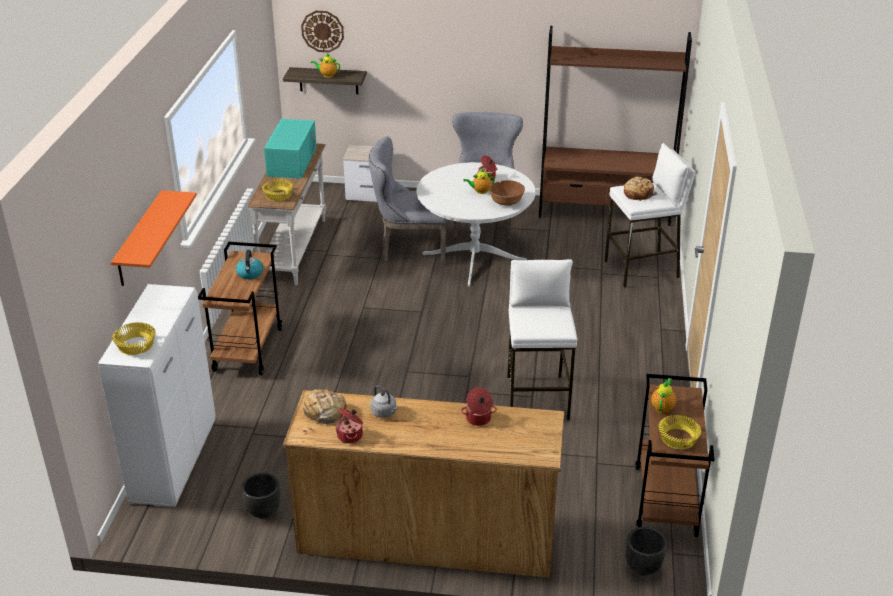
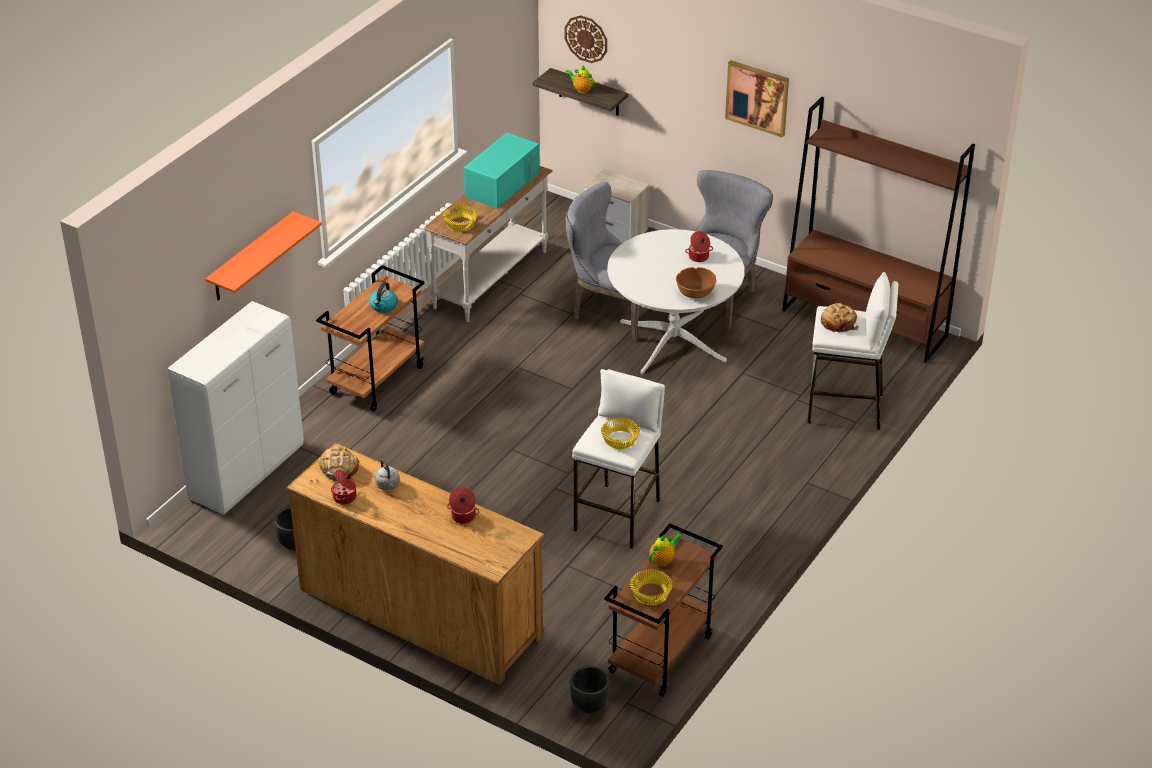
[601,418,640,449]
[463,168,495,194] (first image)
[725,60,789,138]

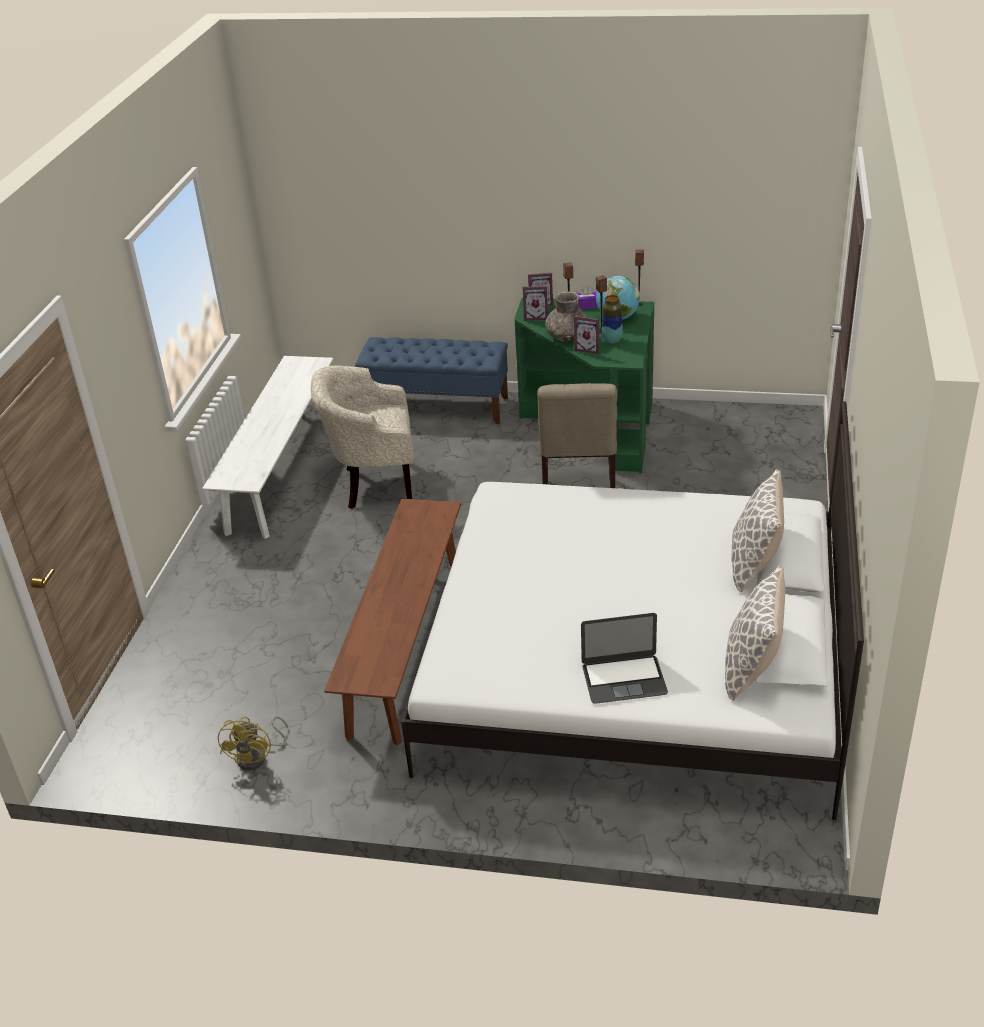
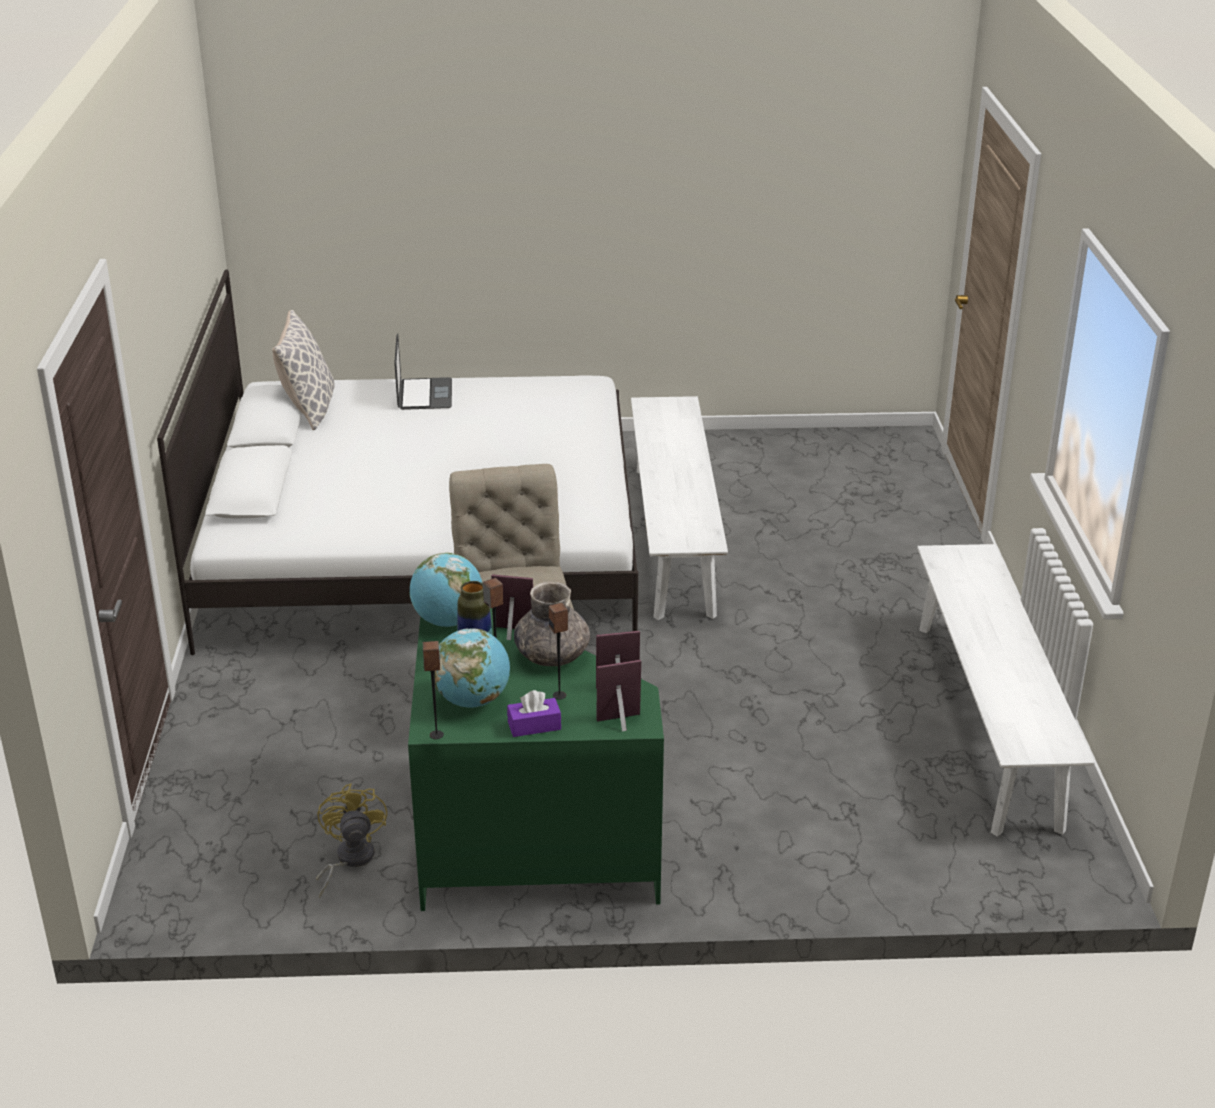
[316,784,387,898]
[311,366,413,509] (first image)
[631,396,728,620]
[355,337,508,424] (first image)
[394,334,452,410]
[731,469,784,592] (first image)
[409,553,482,627]

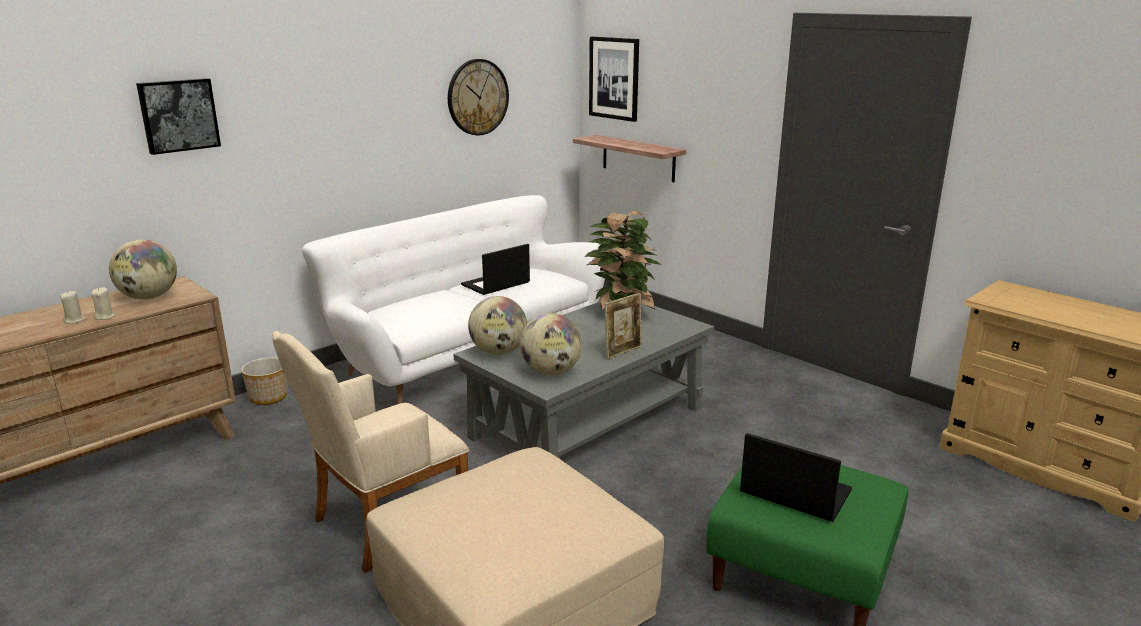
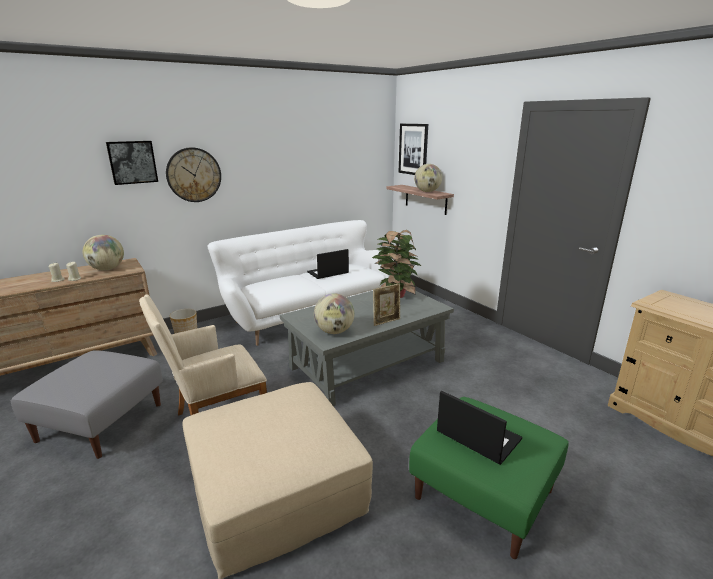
[166,147,221,202]
[414,164,442,192]
[11,350,163,459]

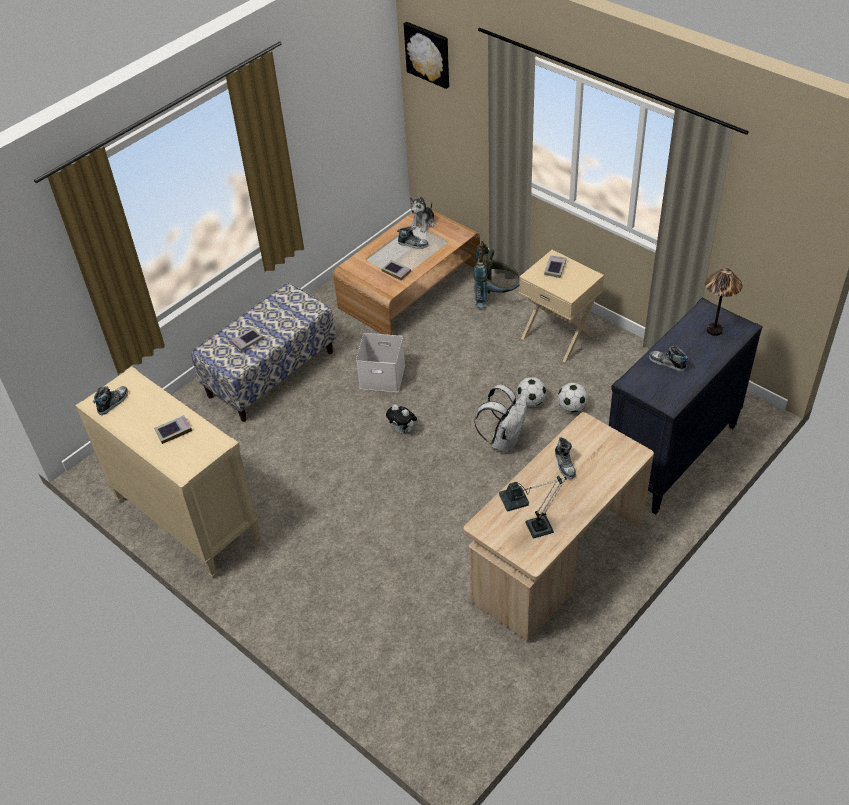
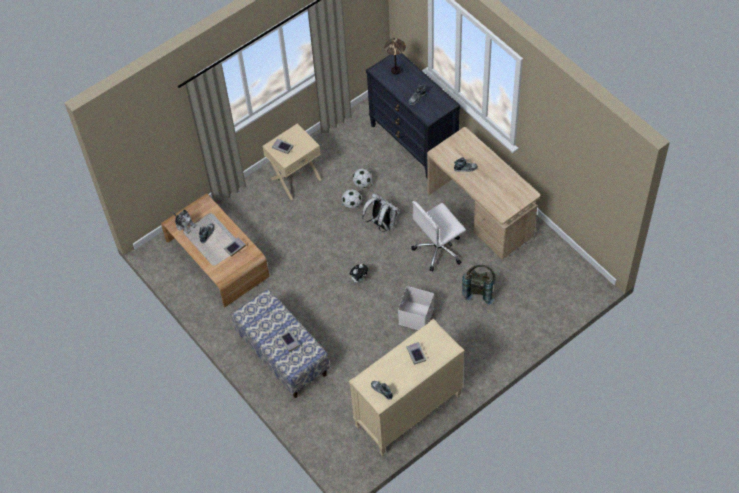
[398,286,434,330]
[404,22,449,89] (first image)
[462,265,495,305]
[499,476,567,538] (first image)
[411,201,466,271]

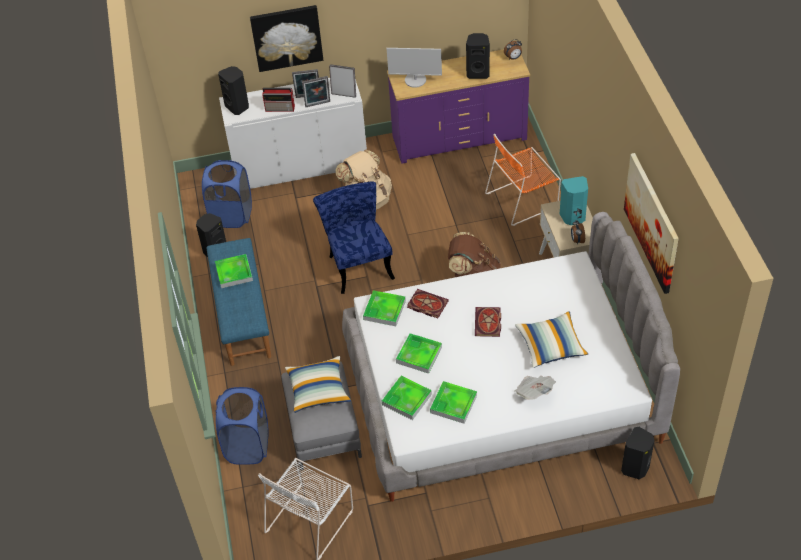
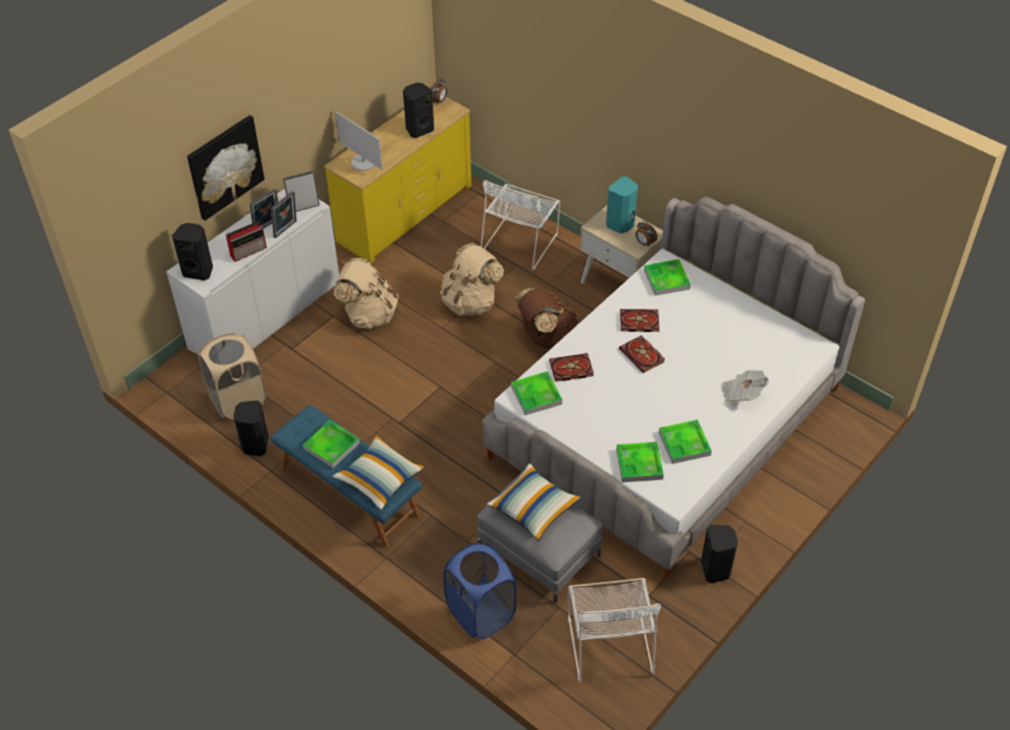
[198,333,266,419]
[313,181,395,294] (first image)
[335,111,383,171]
[324,97,472,263]
[644,259,691,296]
[481,180,560,270]
[332,435,425,510]
[701,525,738,583]
[624,153,679,294] (first image)
[440,243,504,316]
[620,309,659,332]

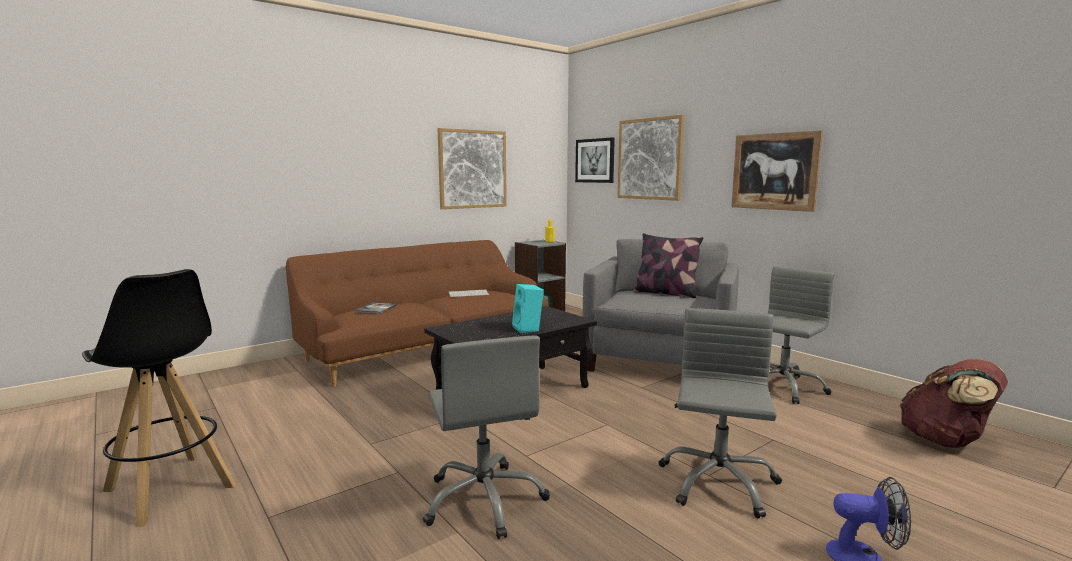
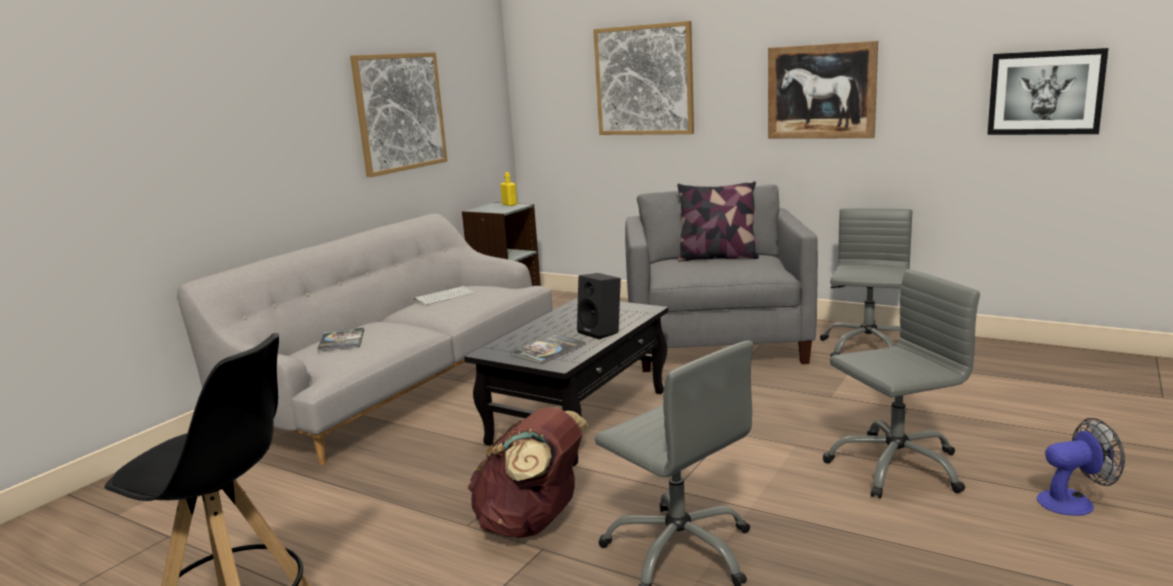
[177,214,553,465]
[577,273,621,339]
[987,48,1108,135]
[823,269,980,499]
[468,407,589,538]
[510,334,585,364]

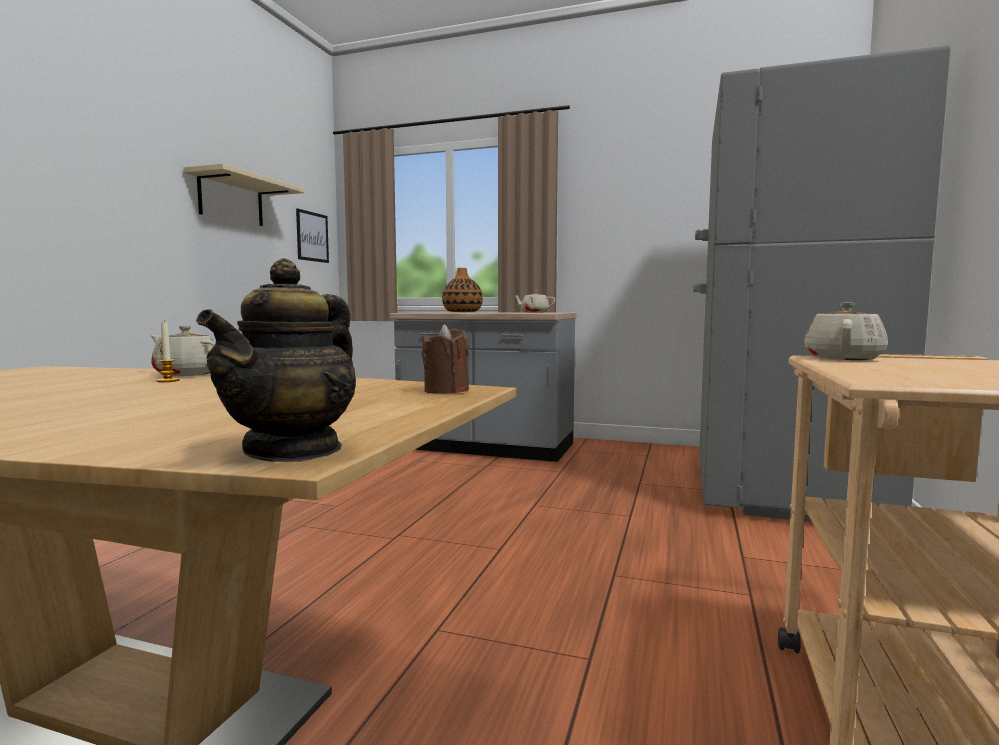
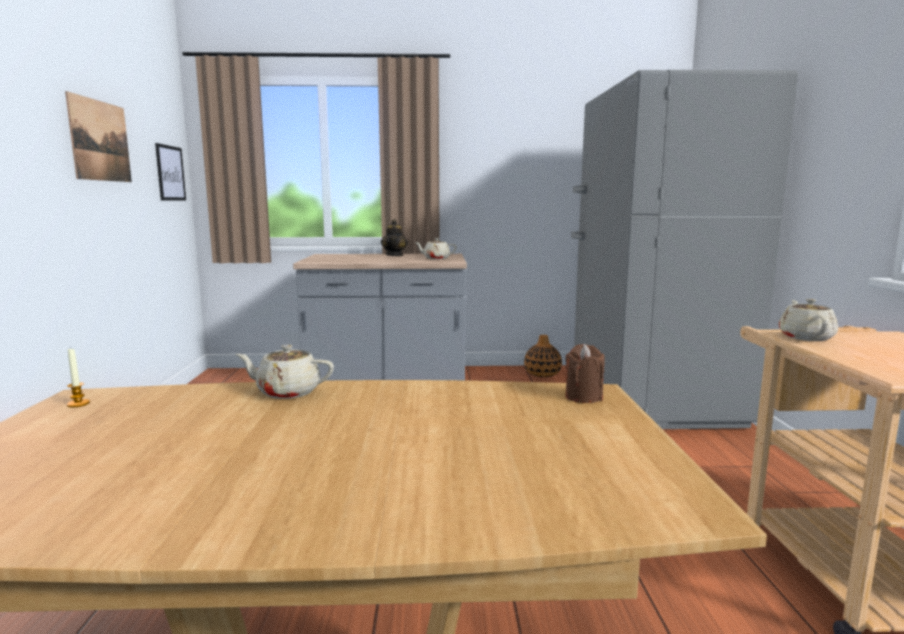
[66,349,90,408]
[65,91,132,182]
[381,219,408,256]
[524,335,562,377]

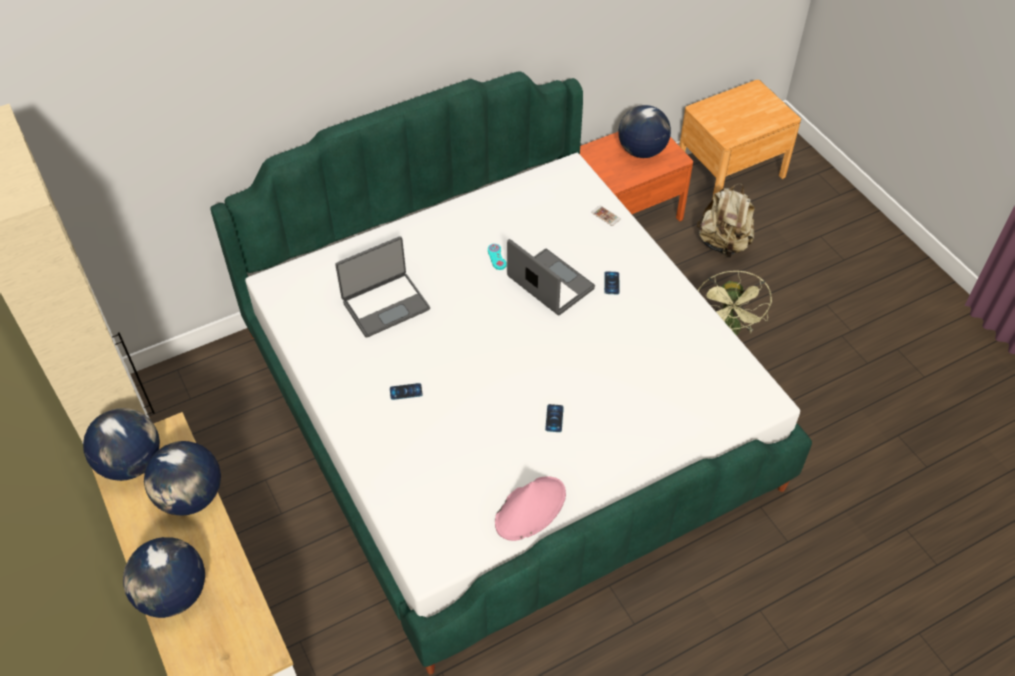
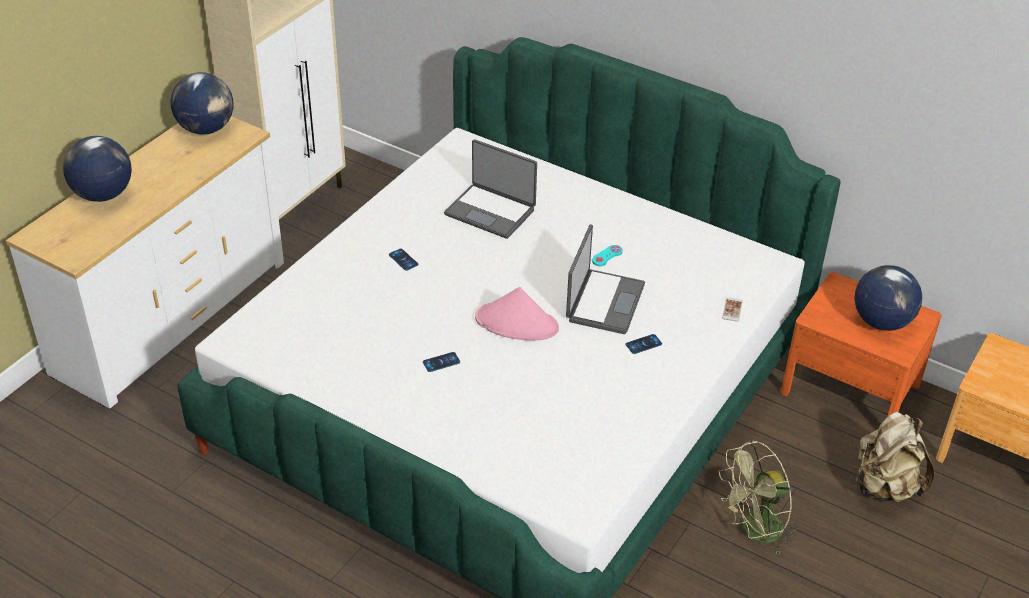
[144,441,221,516] (first image)
[475,287,559,341]

